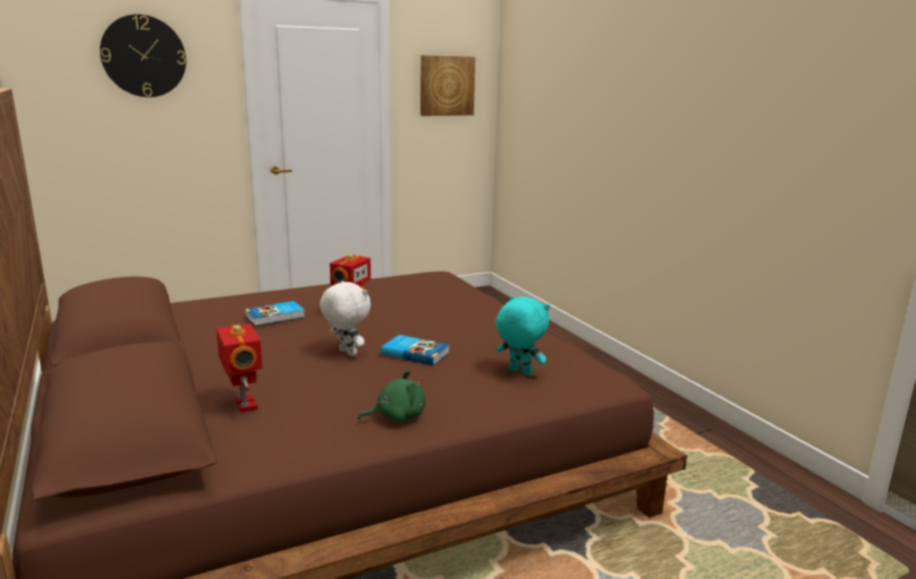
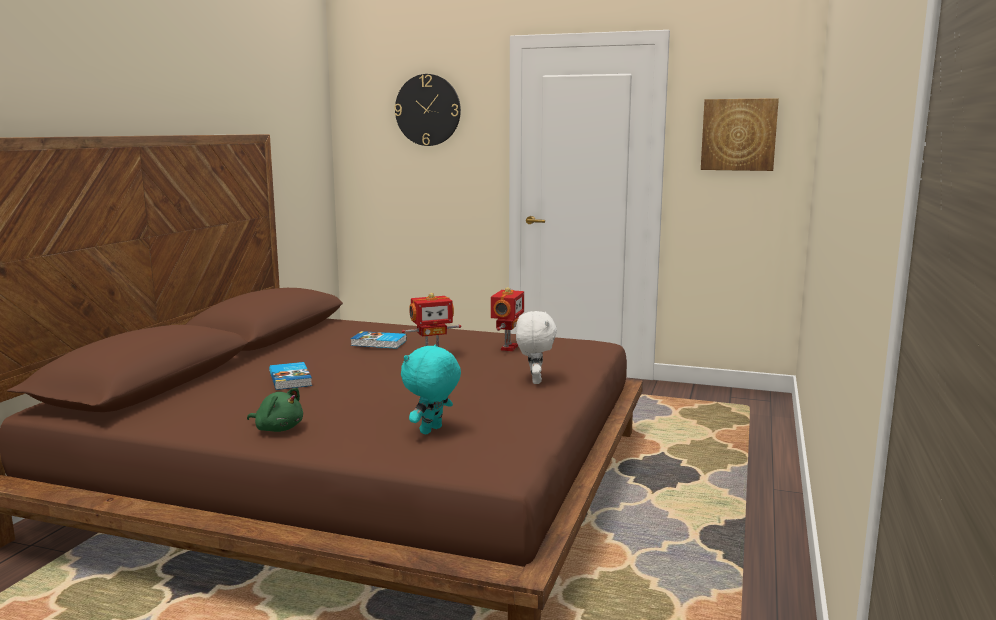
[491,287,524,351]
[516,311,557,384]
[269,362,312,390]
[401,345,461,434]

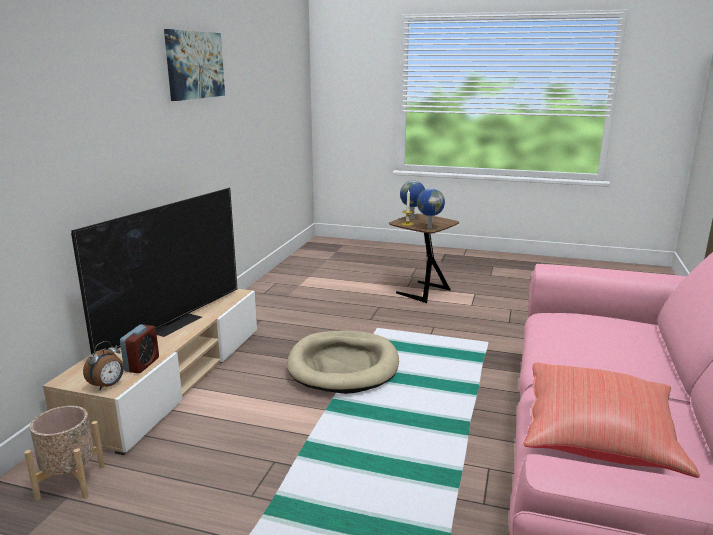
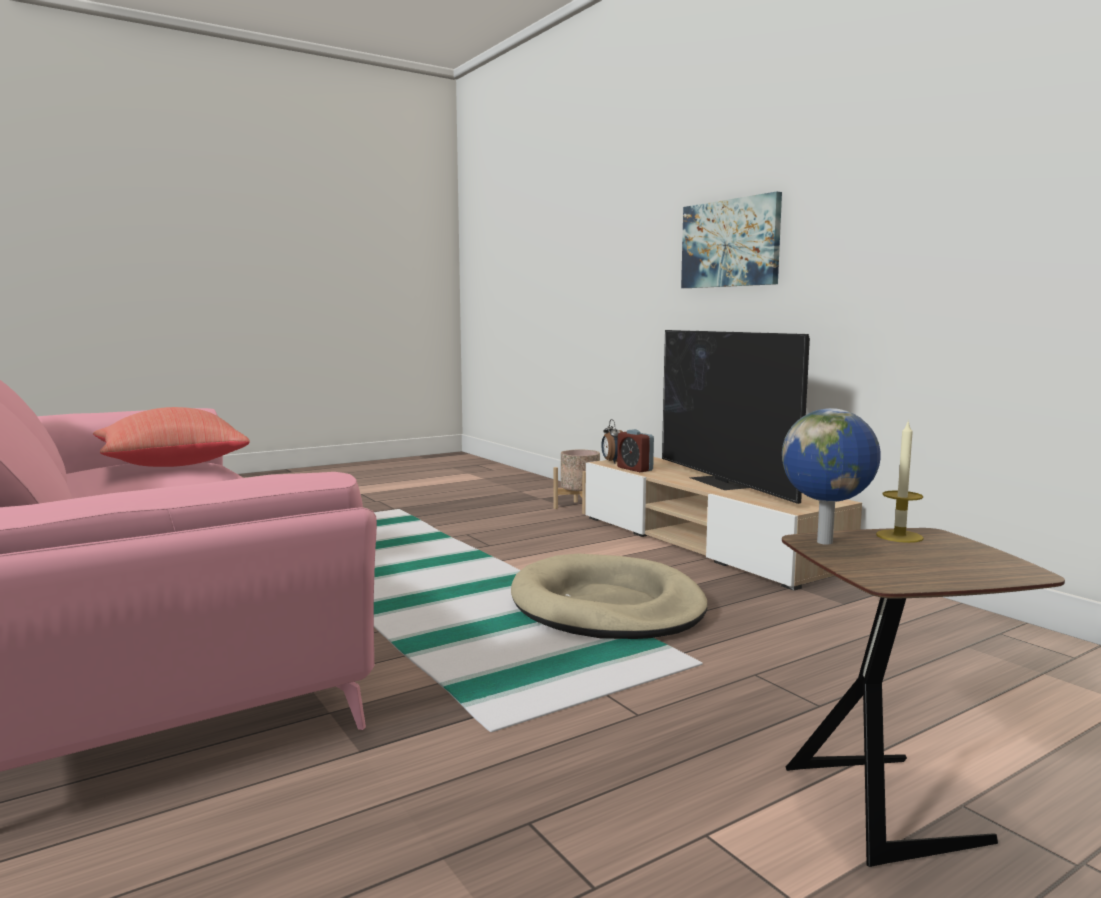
[681,191,782,288]
[400,181,425,219] (first image)

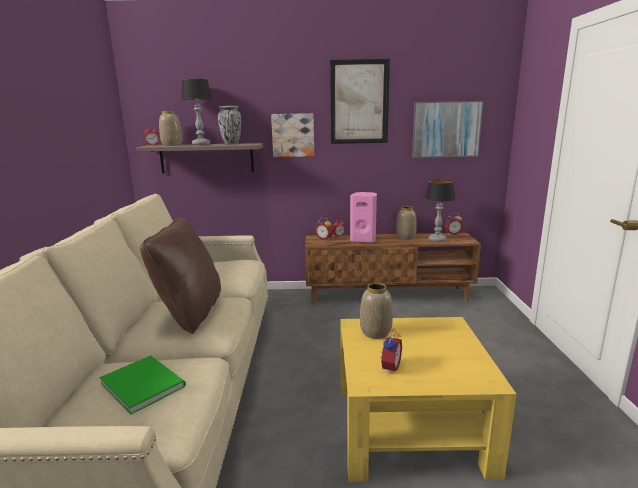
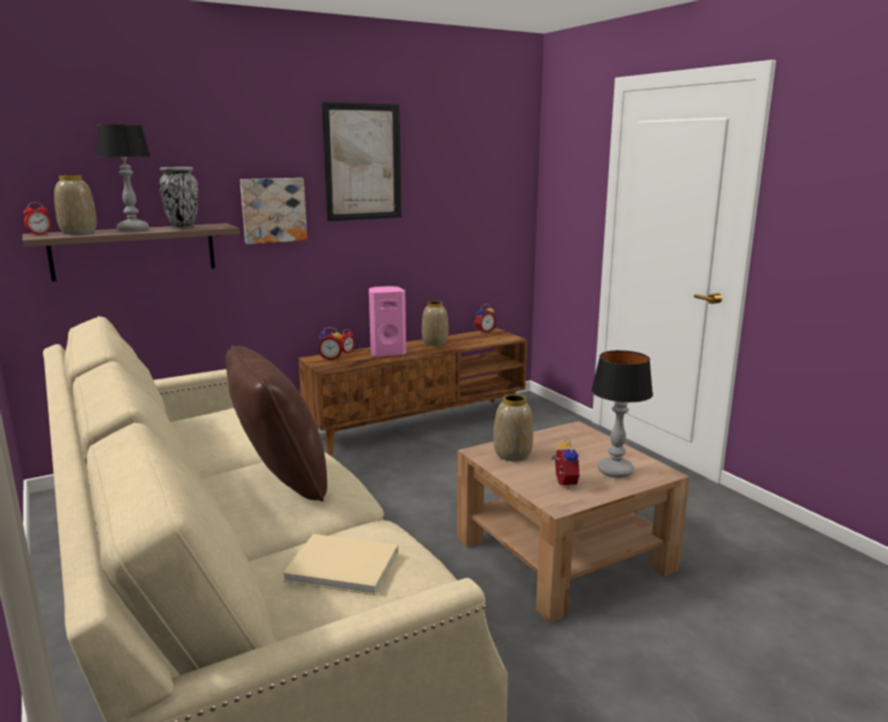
[283,534,398,595]
[457,421,690,623]
[412,101,484,158] (first image)
[591,350,653,478]

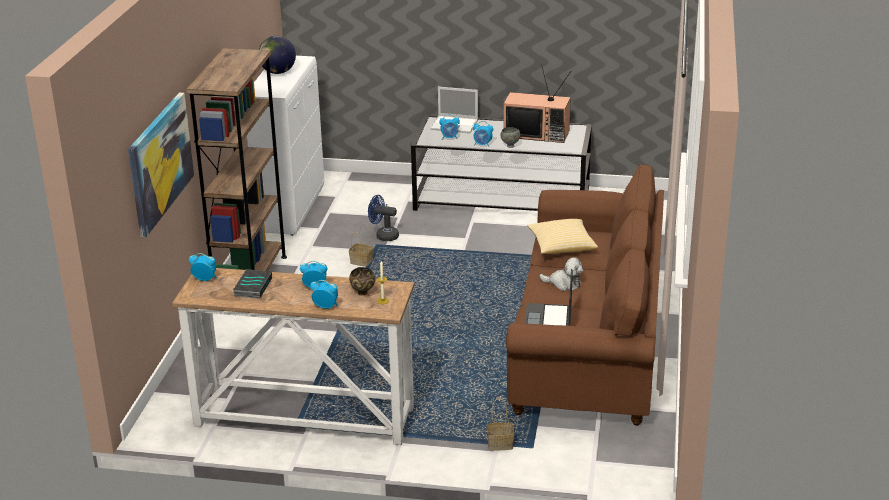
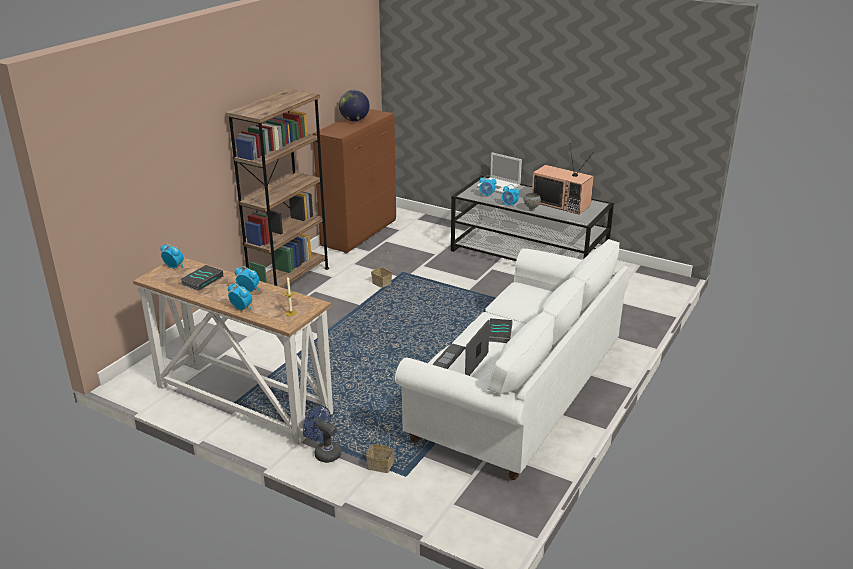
[128,93,194,238] (first image)
[313,109,396,253]
[349,267,376,295] (first image)
[303,406,342,463]
[395,239,629,480]
[528,219,598,254] (first image)
[489,318,513,343]

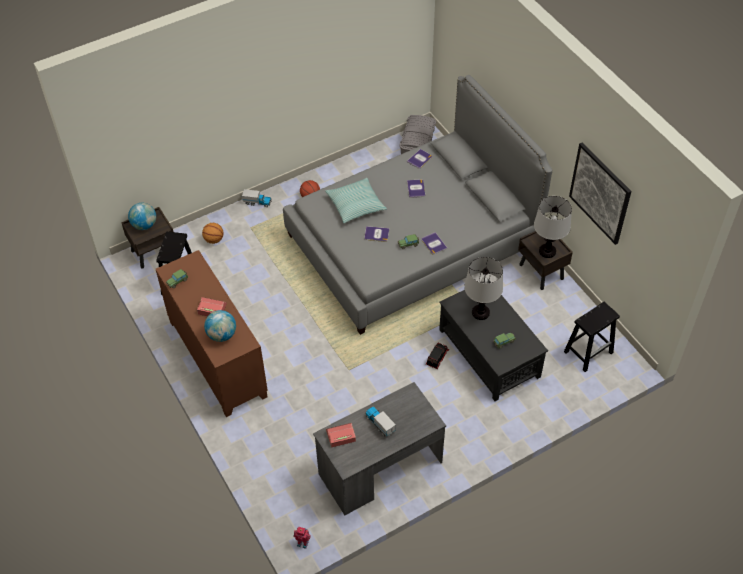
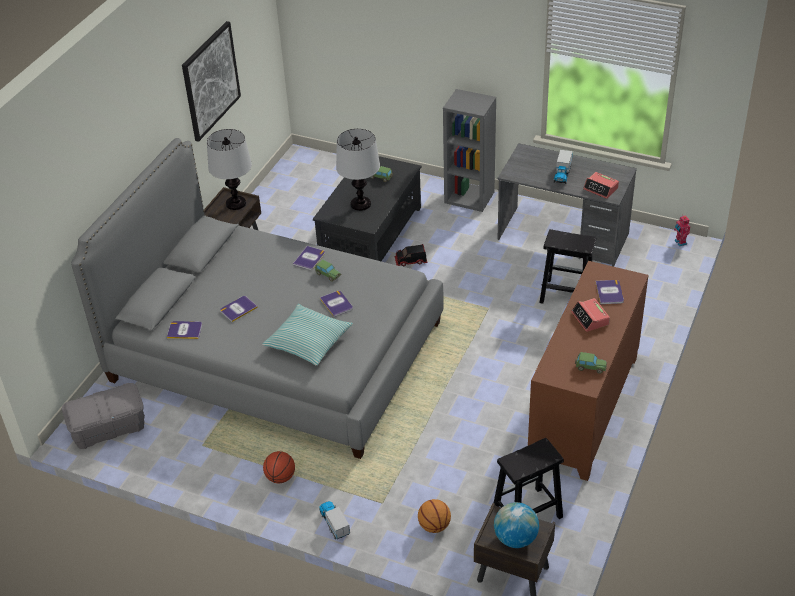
[595,280,624,304]
[539,229,597,304]
[443,89,496,212]

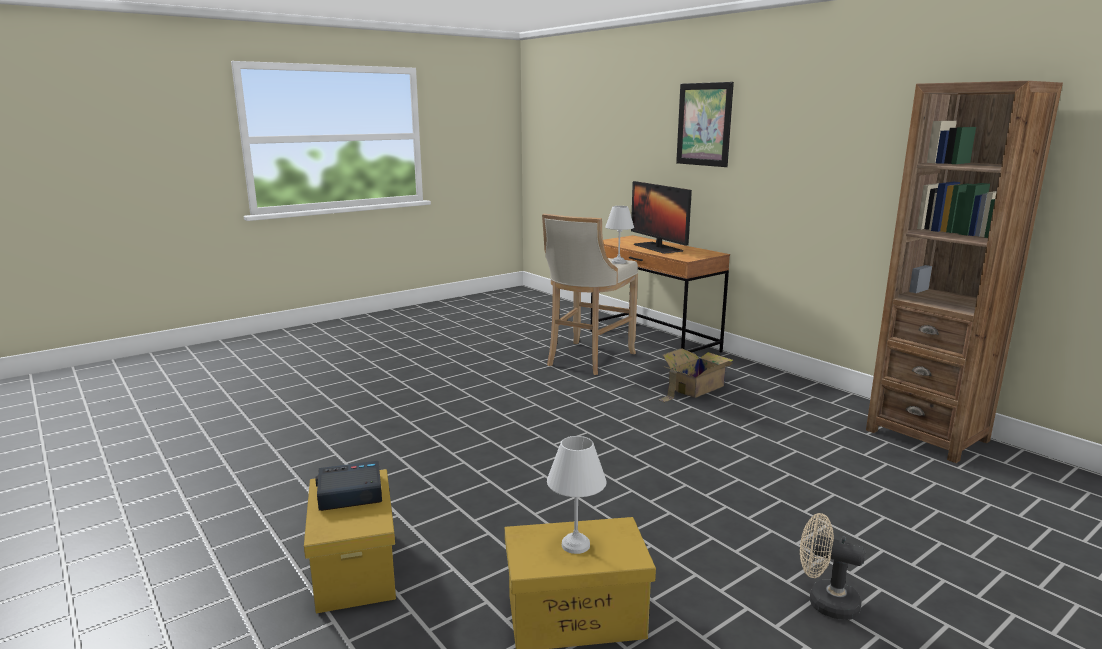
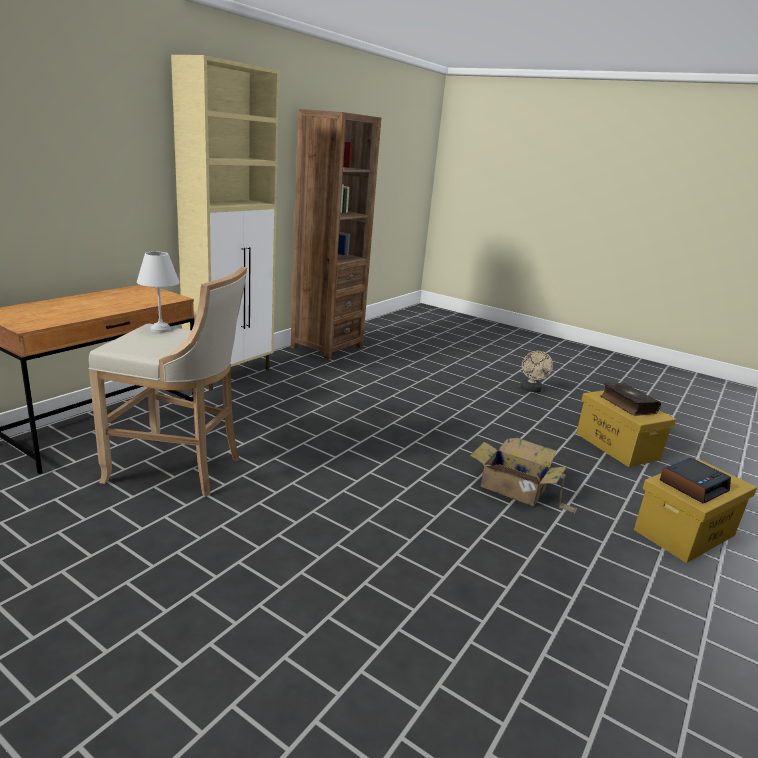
[660,458,731,504]
[600,383,661,416]
[631,181,692,254] (first image)
[470,438,577,514]
[676,82,734,167] (first image)
[171,55,279,391]

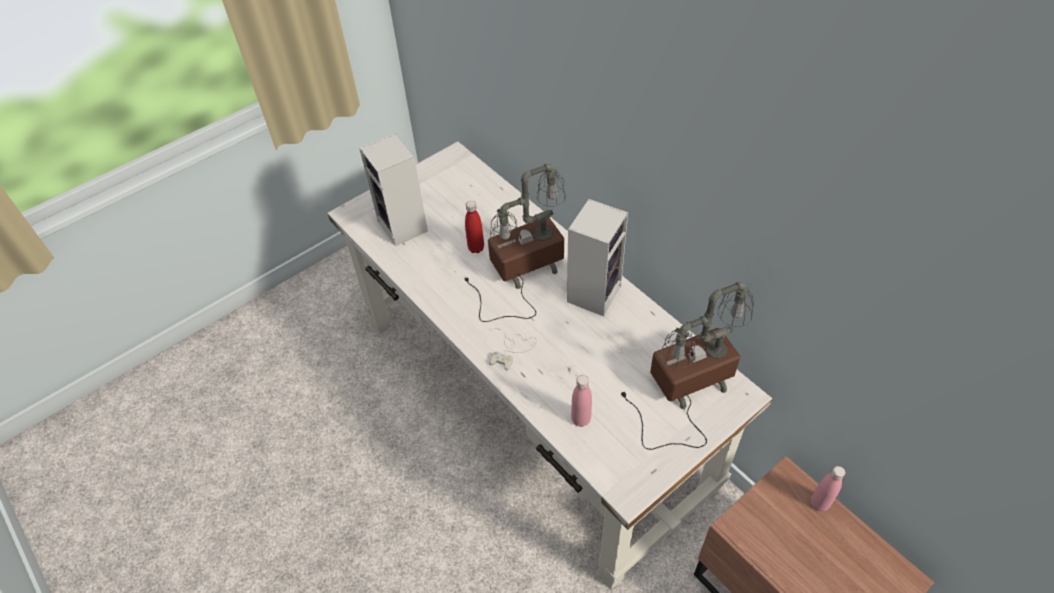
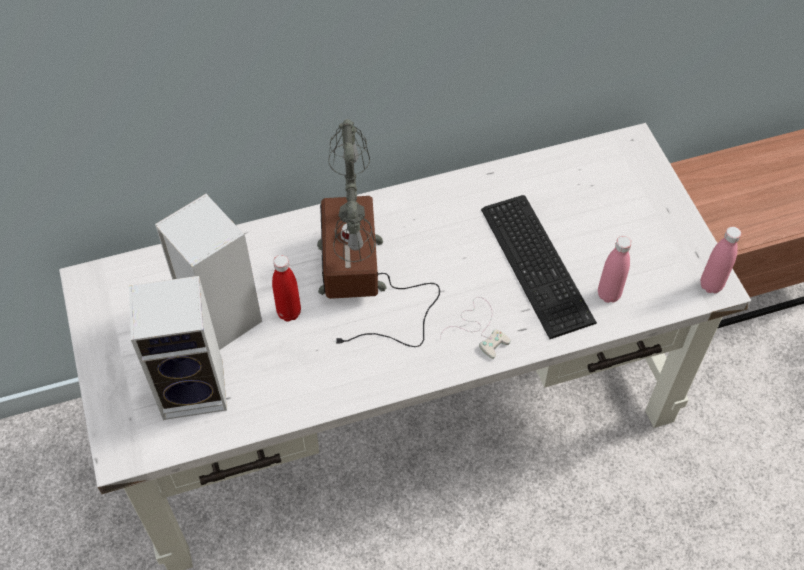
[155,193,262,350]
[621,282,754,450] (first image)
[701,227,741,293]
[481,195,597,339]

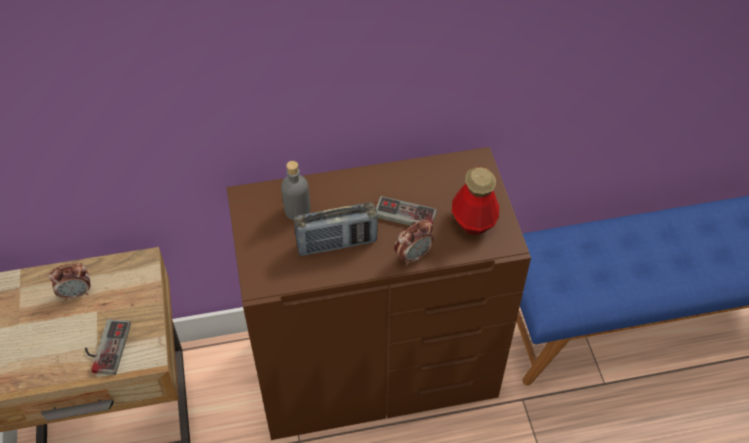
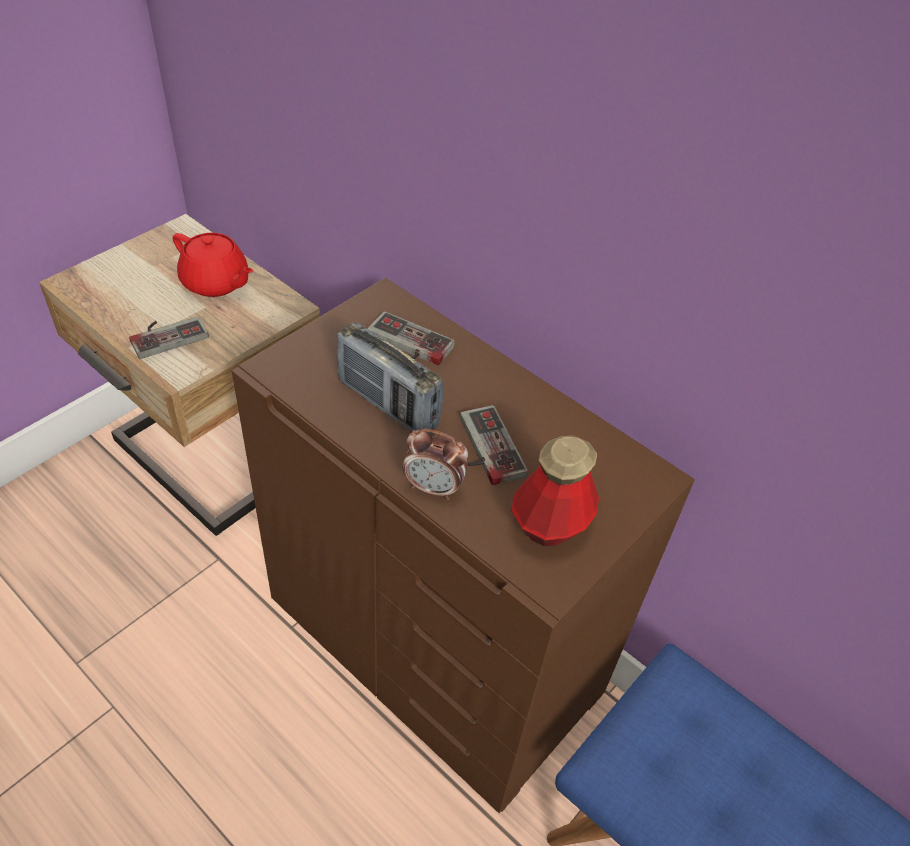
[173,233,254,297]
[367,311,455,366]

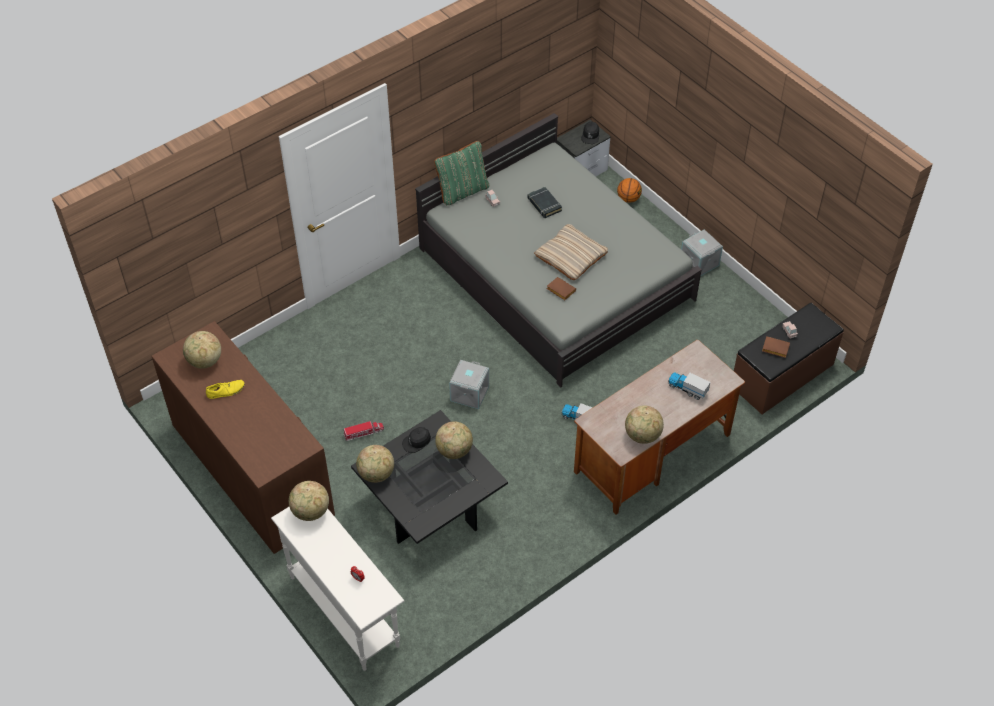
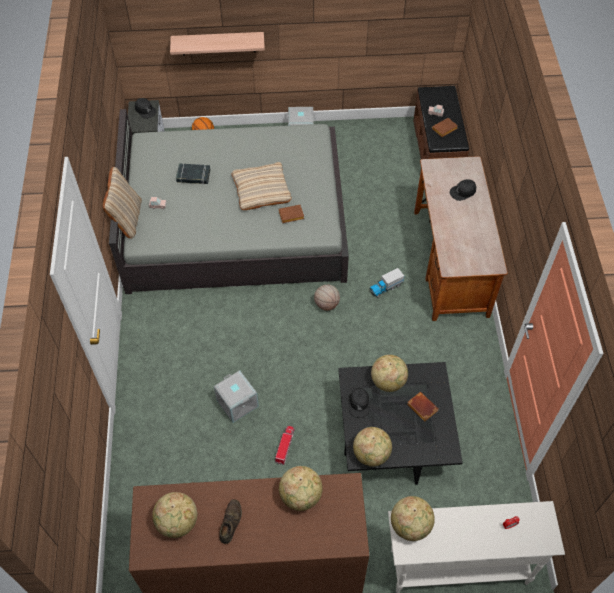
[219,499,242,544]
[103,167,142,238]
[214,370,259,423]
[279,466,323,511]
[450,179,476,201]
[170,32,265,55]
[314,285,340,311]
[407,392,439,422]

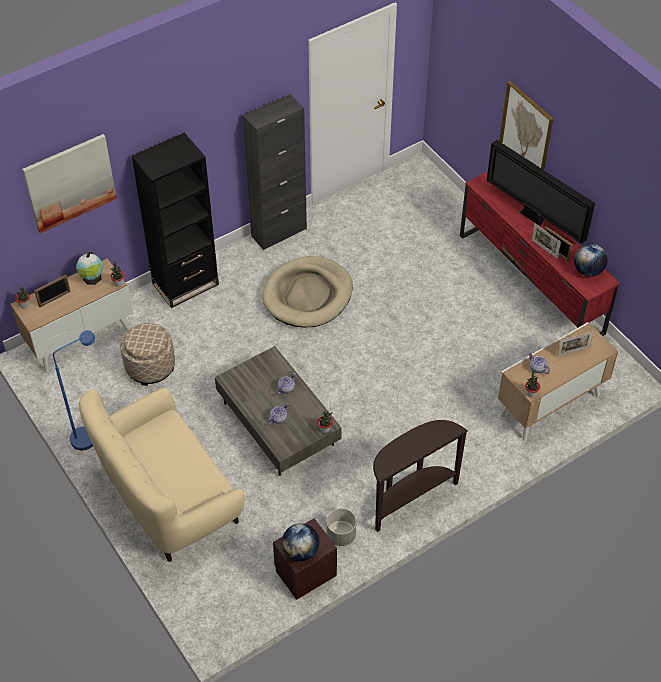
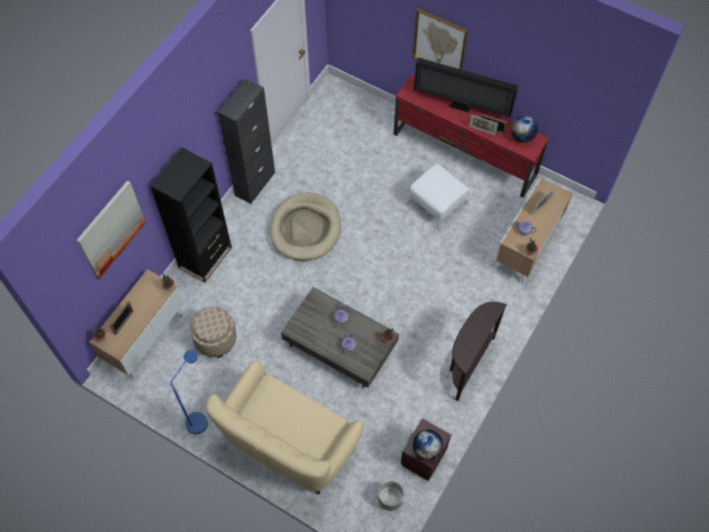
[76,252,103,285] (first image)
[378,481,404,511]
[406,164,469,231]

